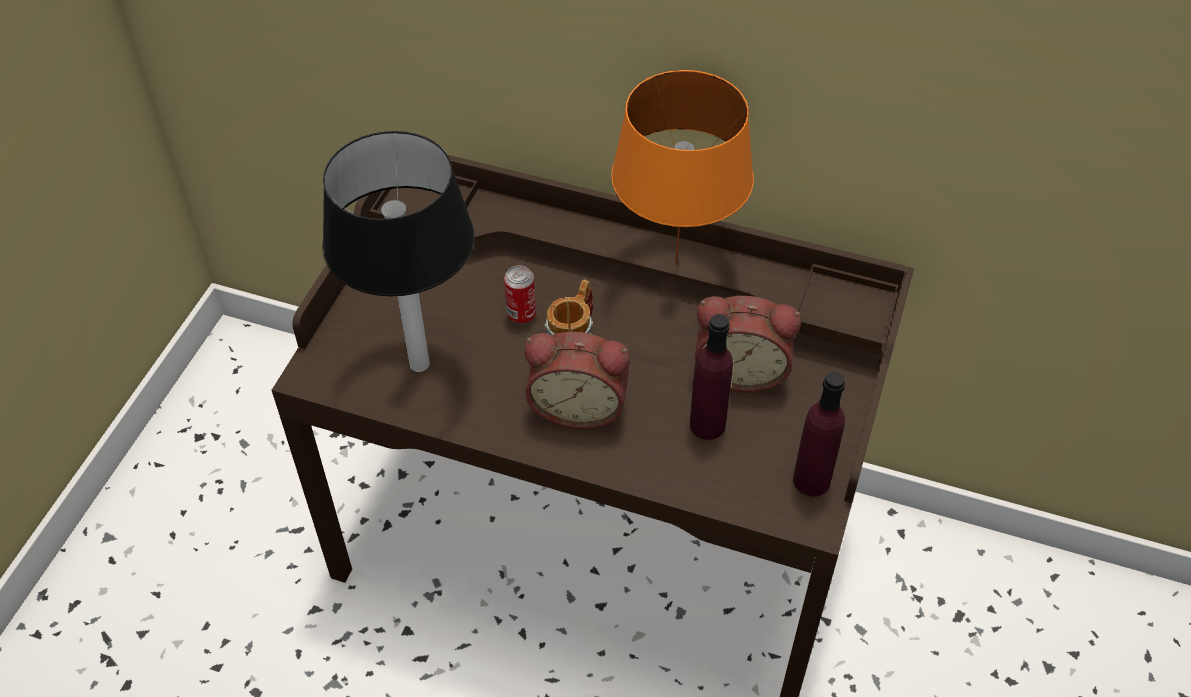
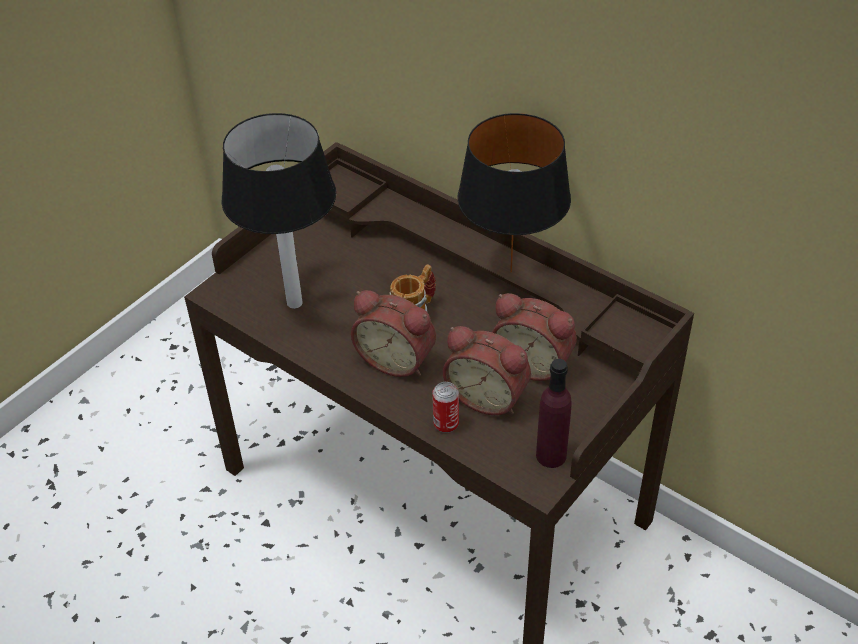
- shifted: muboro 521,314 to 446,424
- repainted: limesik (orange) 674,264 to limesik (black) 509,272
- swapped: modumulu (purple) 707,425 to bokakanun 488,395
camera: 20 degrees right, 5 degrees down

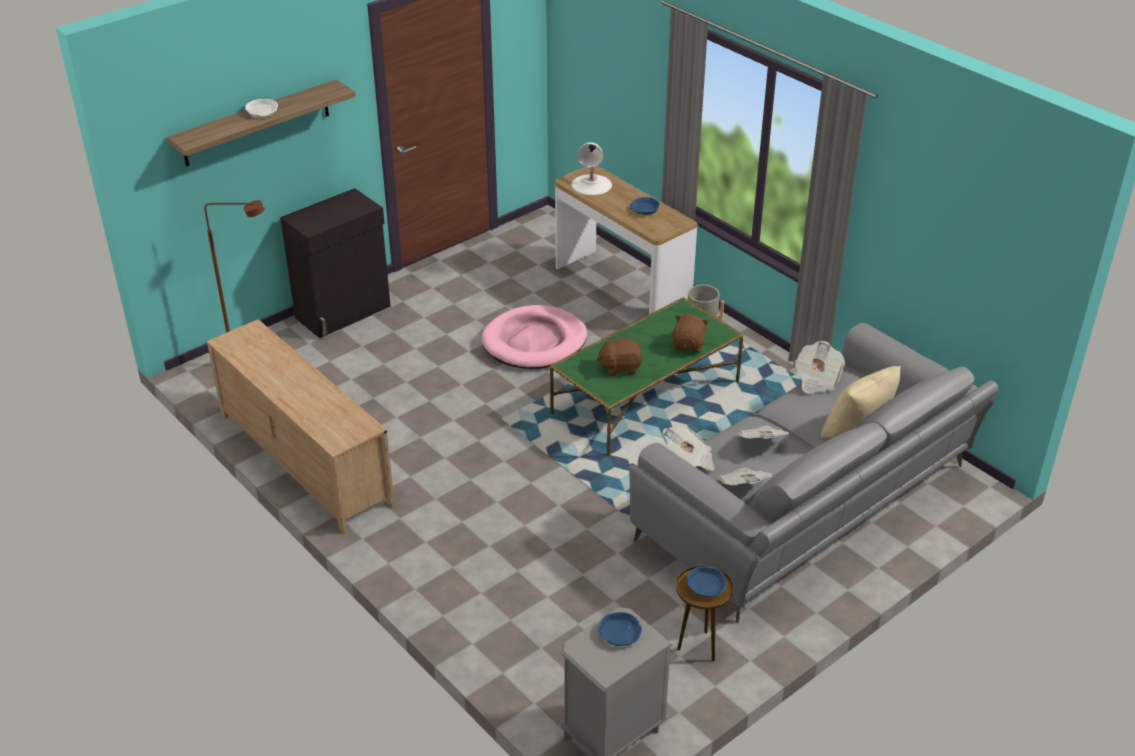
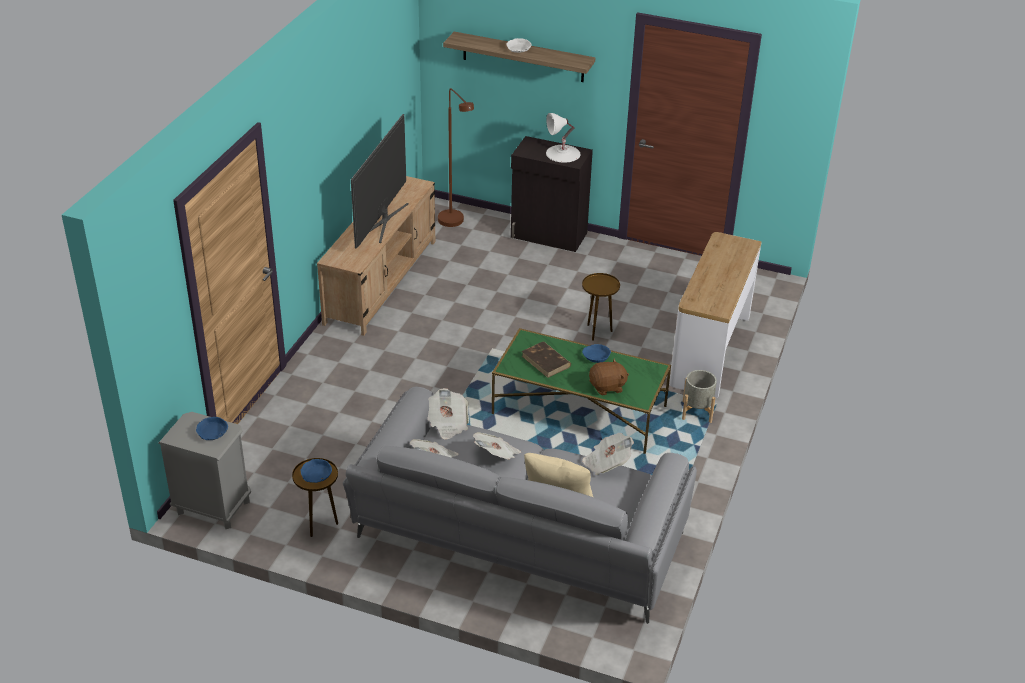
- swapped: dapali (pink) 534,342 to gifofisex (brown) 597,332
- shifted: limesik (white) 591,184 to 563,153
- swapped: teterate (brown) 620,367 to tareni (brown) 546,361
- shifted: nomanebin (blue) 644,210 to 596,356
- new: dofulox 383,220
camera: 60 degrees right, 0 degrees up

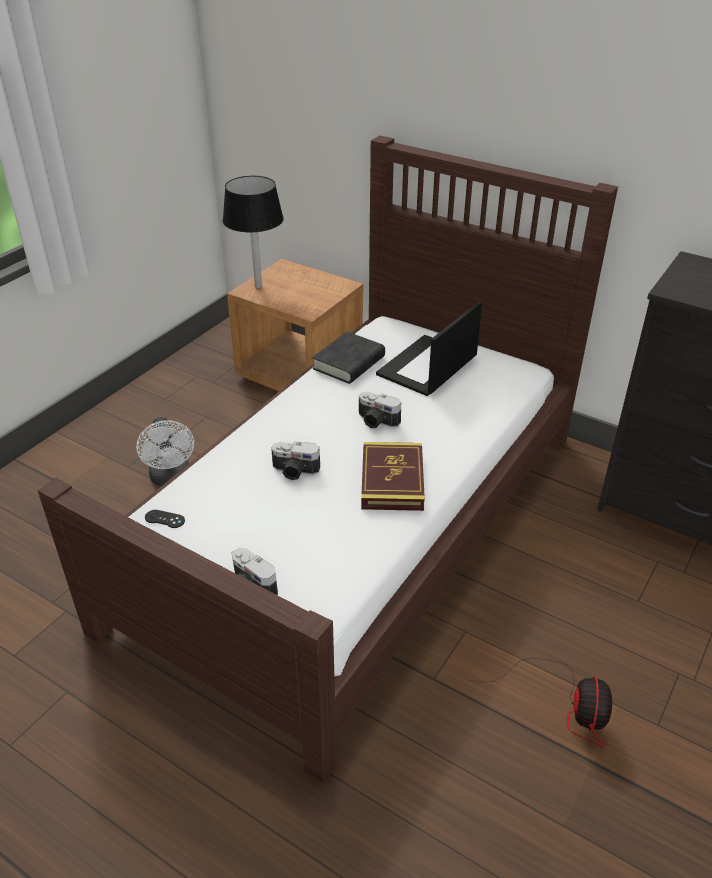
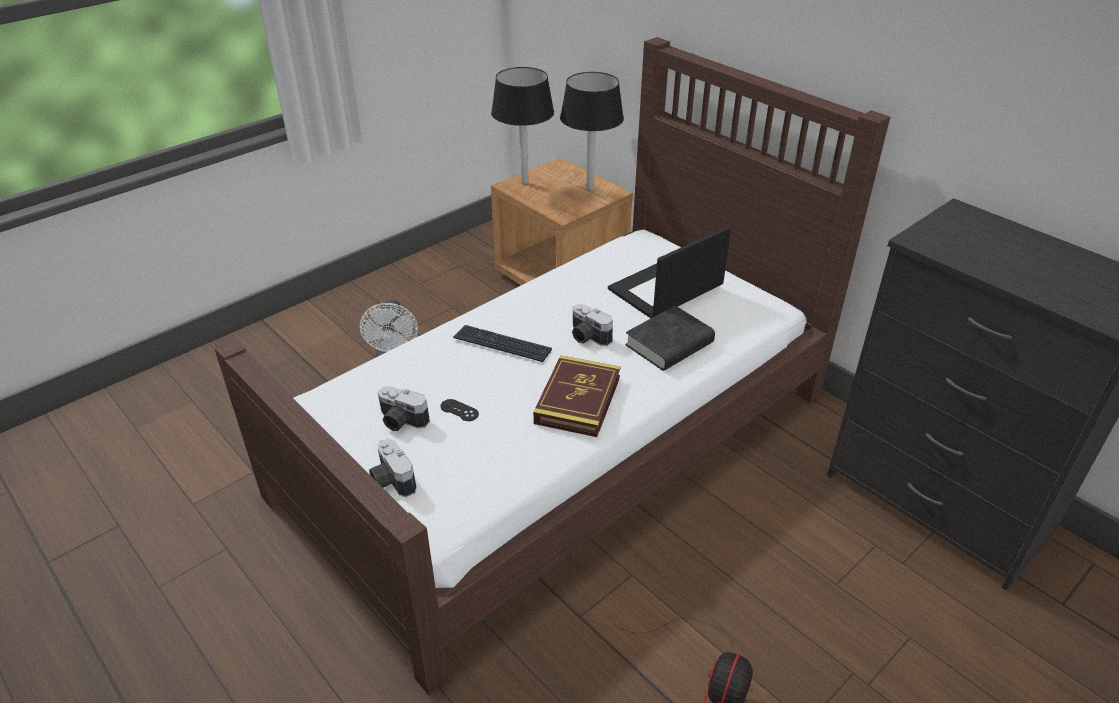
- shifted: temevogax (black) 164,519 to 459,410
- shifted: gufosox 295,471 to 401,421
- shifted: tareni (black) 349,363 to 669,344
- new: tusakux 502,345
- new: limesik (black) 589,188
camera: 15 degrees right, 0 degrees up

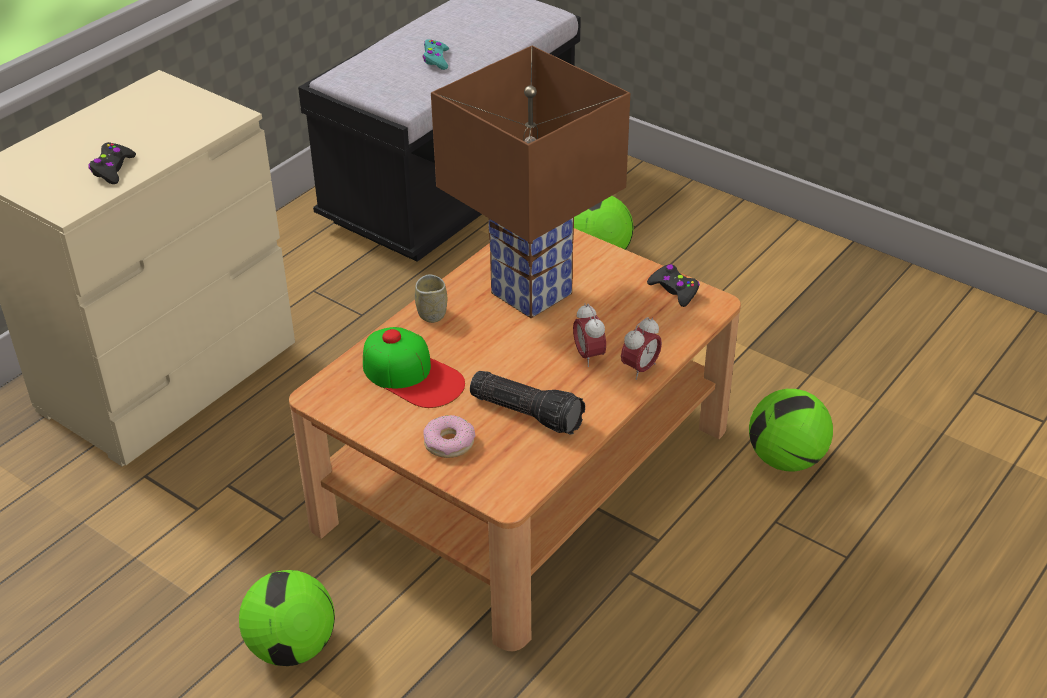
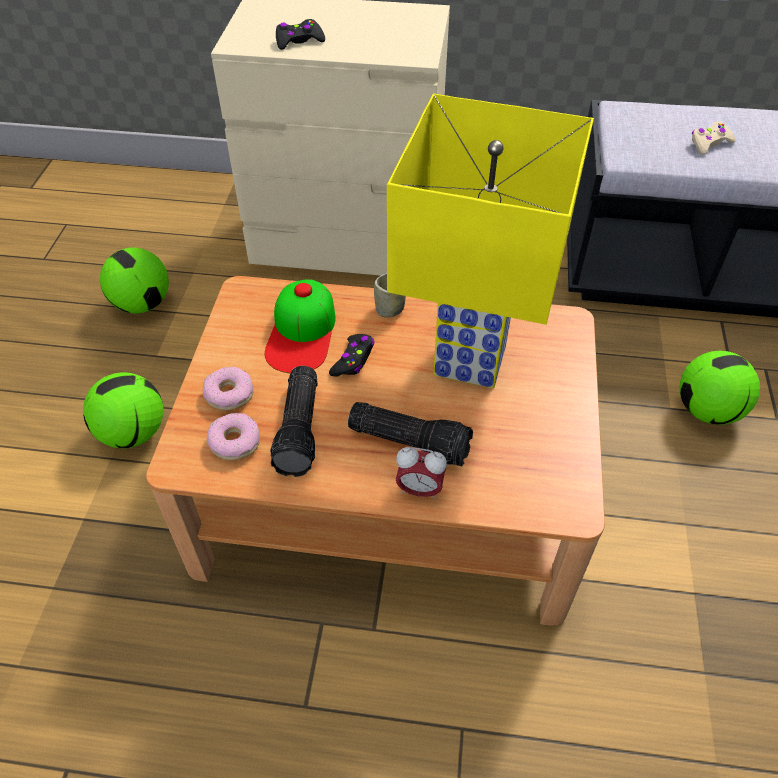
- repainted: temevogax (turquoise) 436,59 to temevogax (beige) 709,143
- repainted: limesik (brown) 532,292 to limesik (yellow) 472,359
- swapped: bokakanun 589,356 to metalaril 411,440
- shifted: temevogax (black) 674,290 to 353,360
- shifted: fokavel 785,459 to 142,304
- new: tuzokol 235,442
camera: 60 degrees right, 10 degrees up

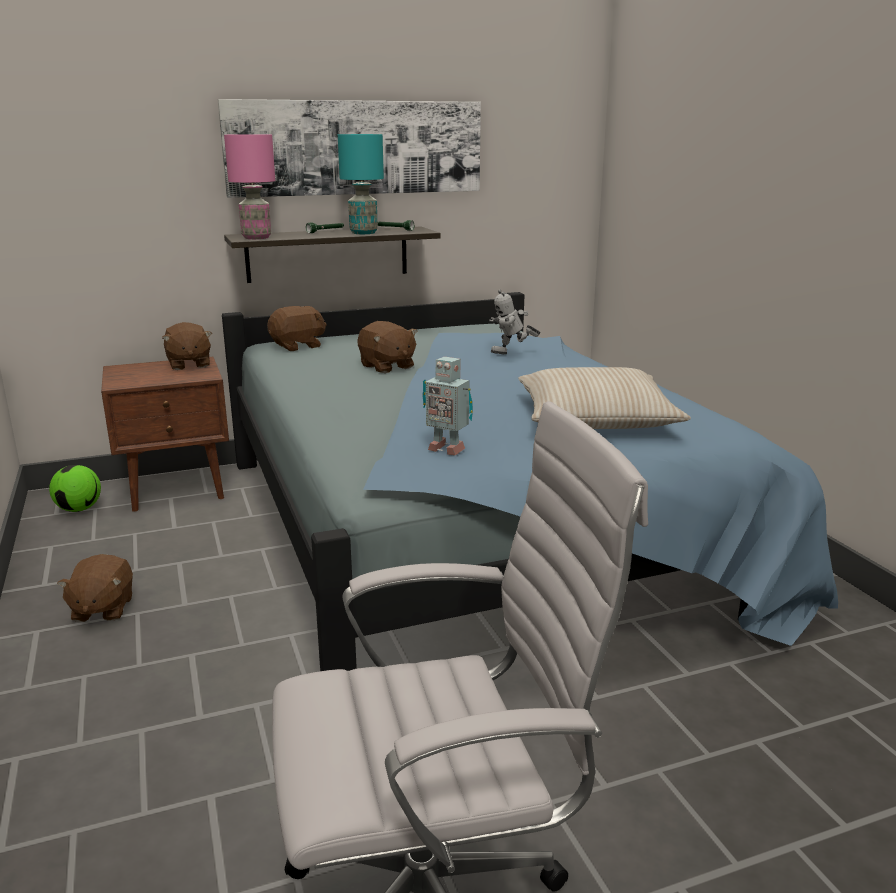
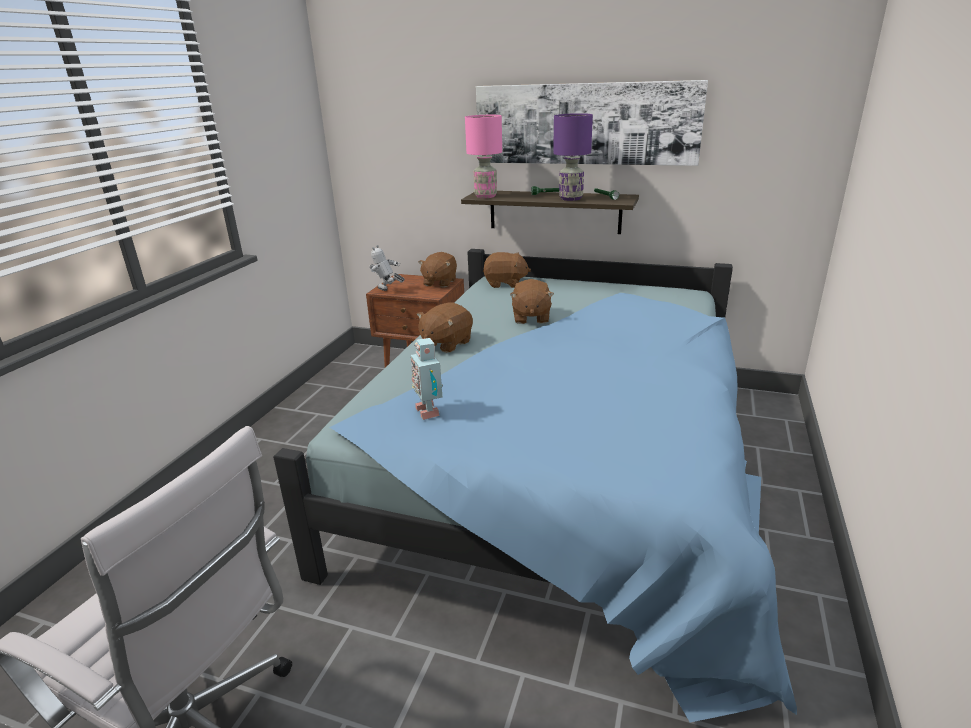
- gone: fokavel 79,509
- shifted: teterate (brown) 102,609 to 446,343
- repainted: limesik (turquoise) 363,233 to limesik (purple) 570,198
- shifted: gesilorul 512,354 to 387,291
- gone: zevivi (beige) 595,418
camera: 40 degrees right, 5 degrees up

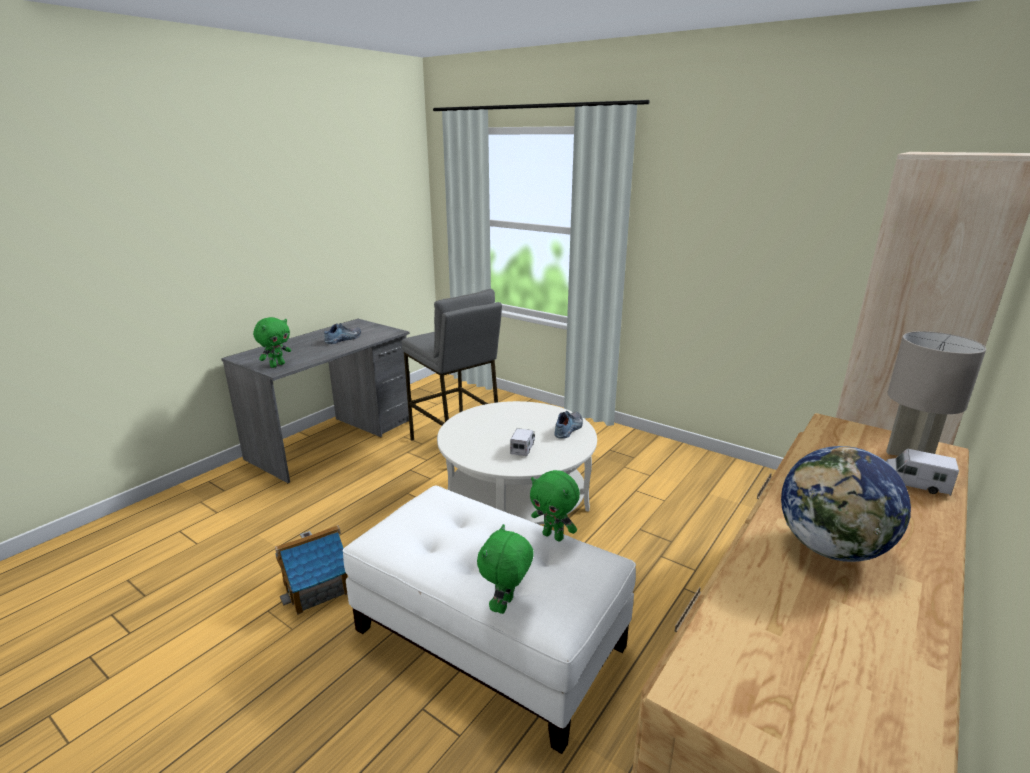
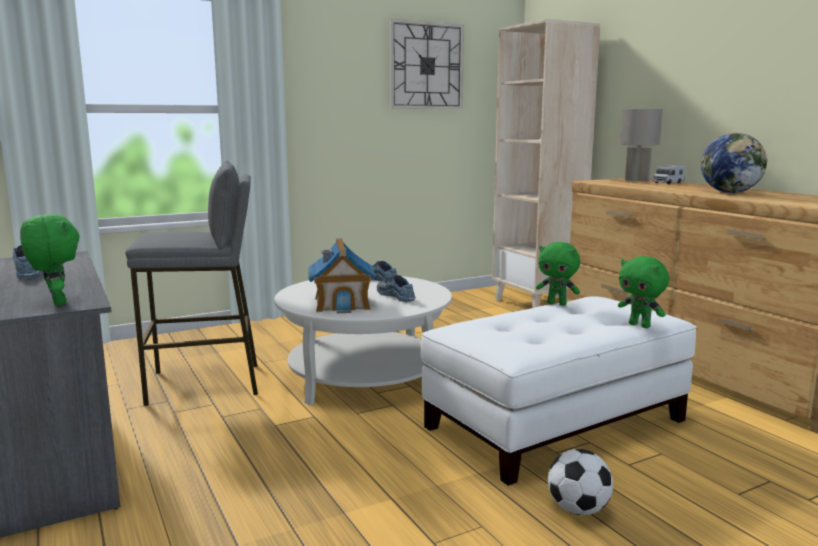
- shifted: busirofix 317,587 to 342,303
- swapped: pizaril 522,448 to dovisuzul 397,296
- rotated: teterate (green) 554,536 = 557,304 60 degrees clockwise
- new: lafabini 426,66
- new: fokavel 578,509
camera: 65 degrees left, 10 degrees down

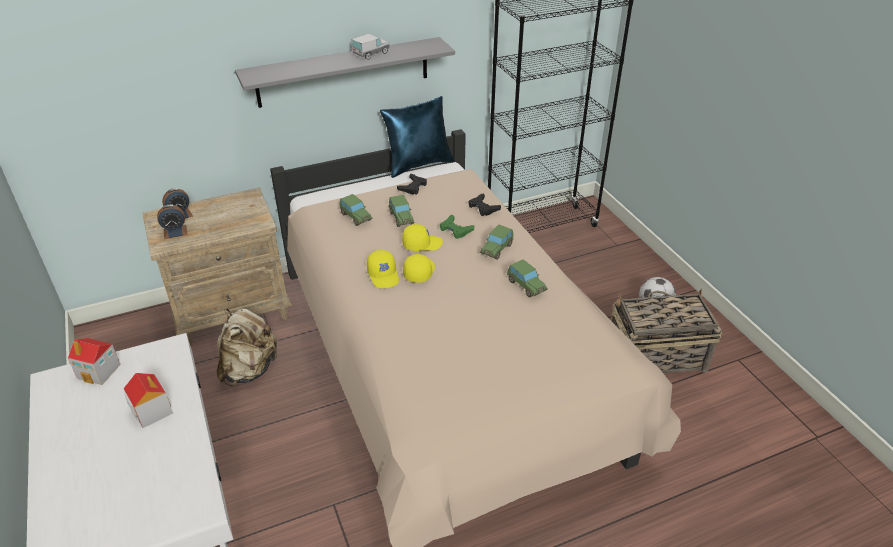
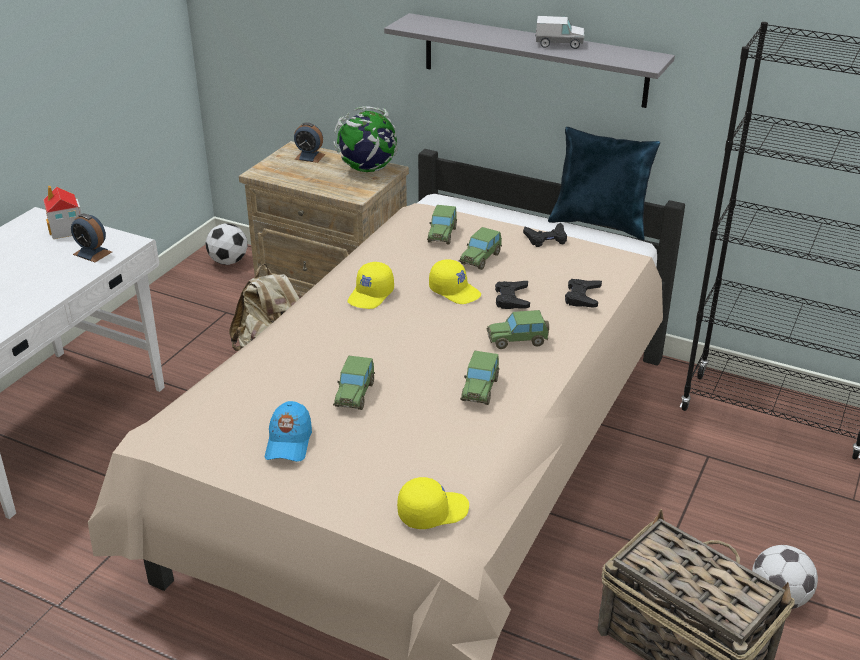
- gone: busirofix 152,410
- shifted: bokakanun 175,232 to 92,253
- shifted: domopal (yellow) 419,272 to 432,511
- repainted: temevogax (green) 455,230 to temevogax (black) 512,299
- new: fokavel 228,261
- new: domopal (blue) 289,443
- new: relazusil 355,394
- new: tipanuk 367,169
camera: 50 degrees right, 5 degrees down

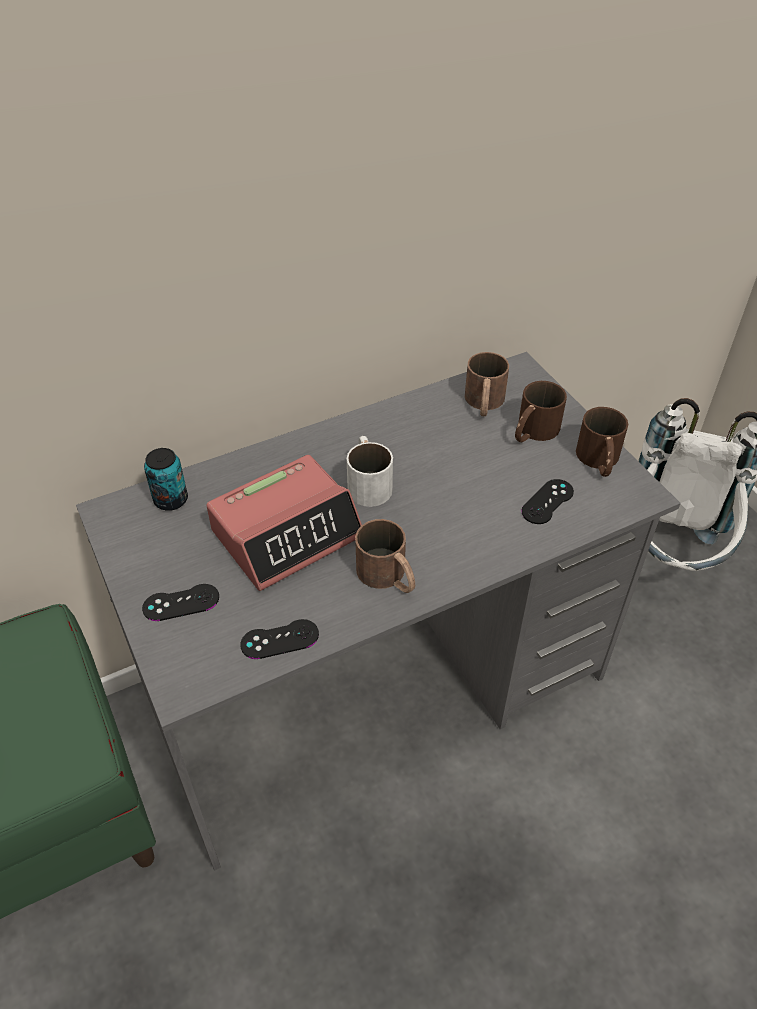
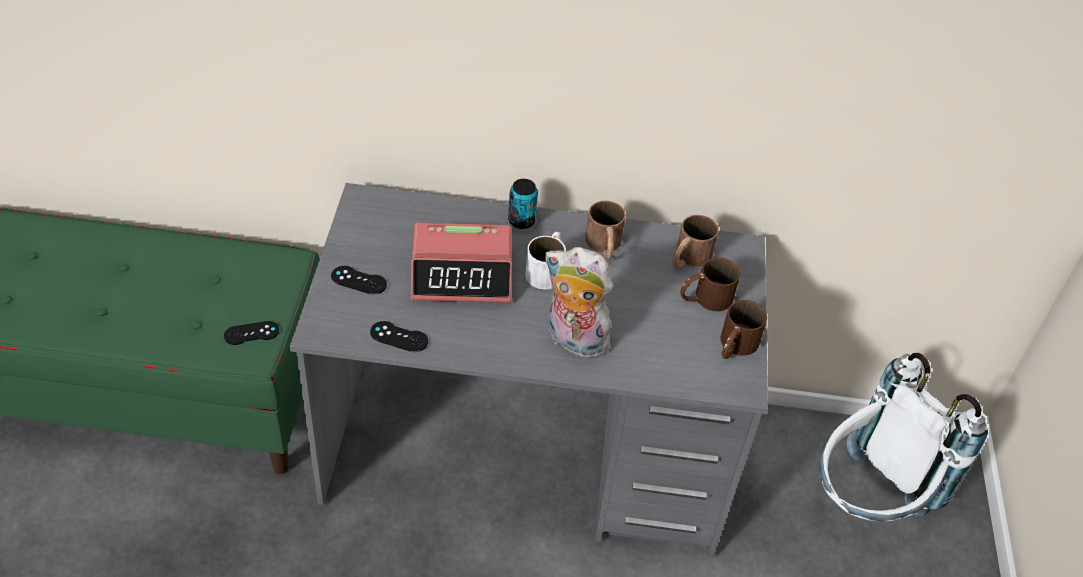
- shifted: muboro 171,500 to 521,220
- shifted: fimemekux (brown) 388,577 to 604,246
- shifted: temevogax (black) 547,502 to 251,333
- new: teterate 573,341
camera: 30 degrees right, 0 degrees up

